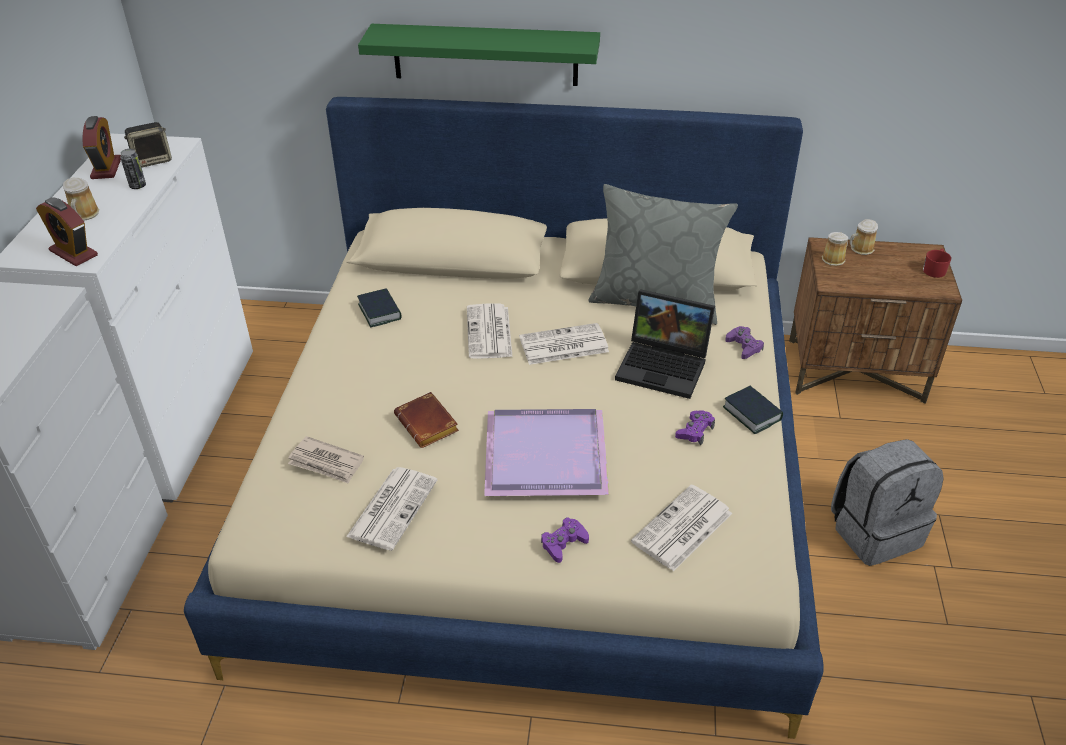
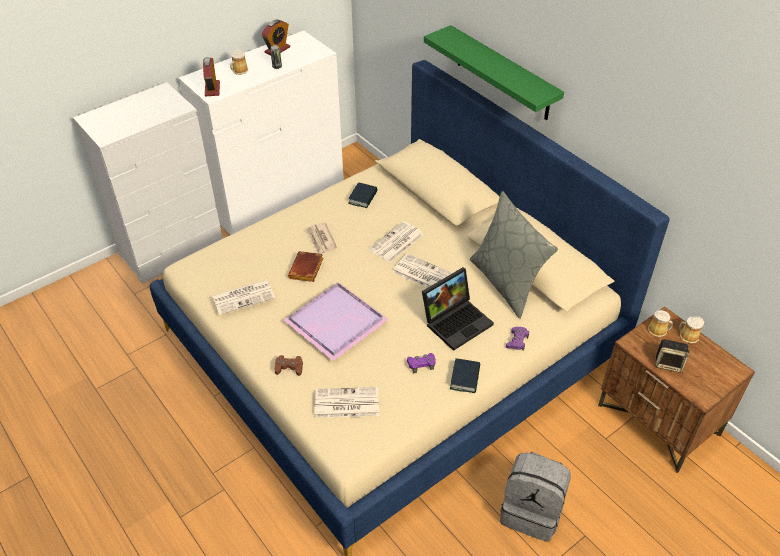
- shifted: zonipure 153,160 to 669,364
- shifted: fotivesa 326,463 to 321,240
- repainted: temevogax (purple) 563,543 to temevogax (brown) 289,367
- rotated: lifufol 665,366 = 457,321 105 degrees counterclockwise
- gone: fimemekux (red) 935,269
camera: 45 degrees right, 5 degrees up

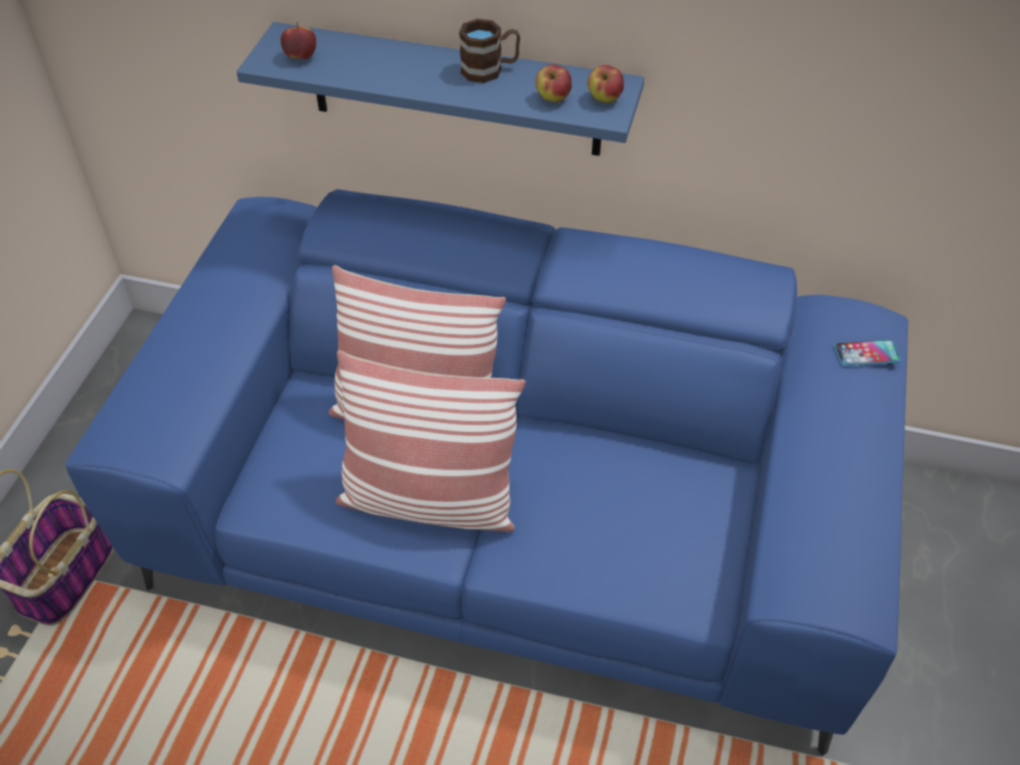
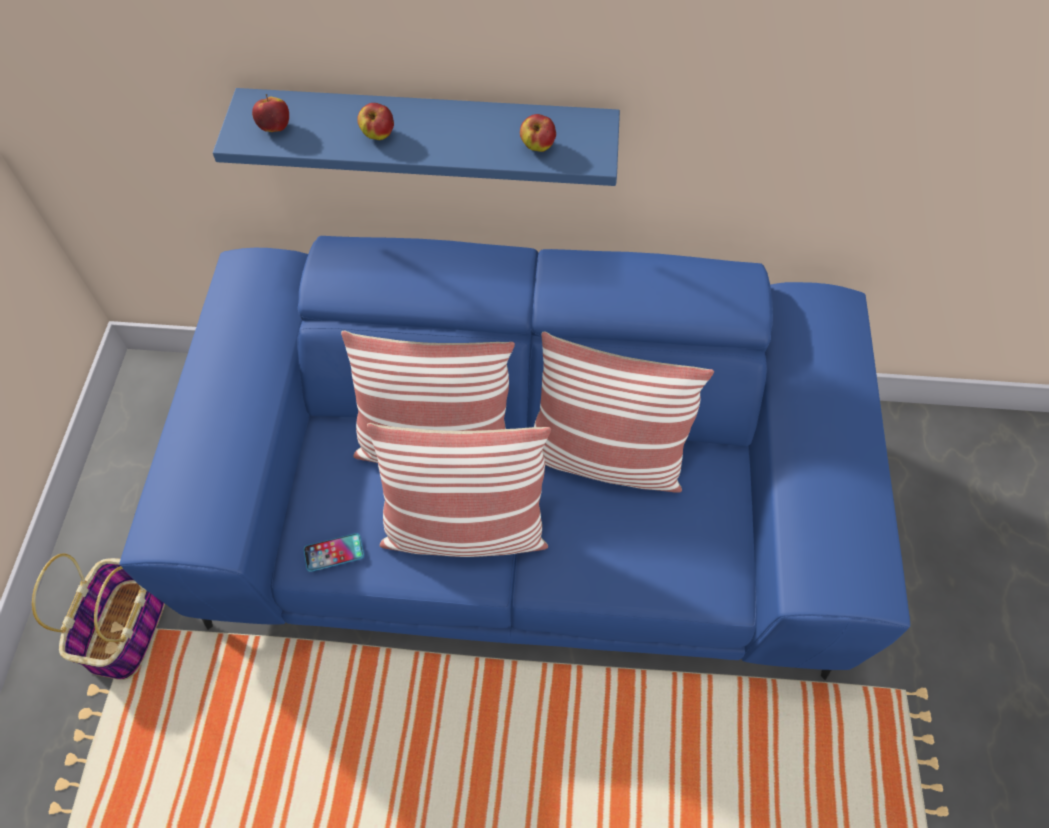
- gone: fimemekux (brown) 490,70
- shifted: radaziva 604,99 to 378,135
- shifted: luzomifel 866,354 to 334,552
- new: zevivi 605,458
camera: 10 degrees left, 10 degrees up

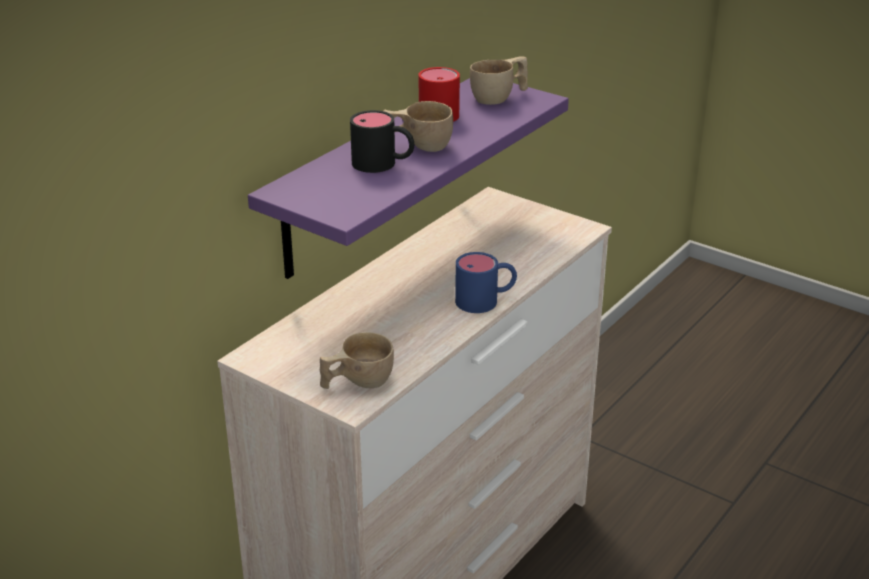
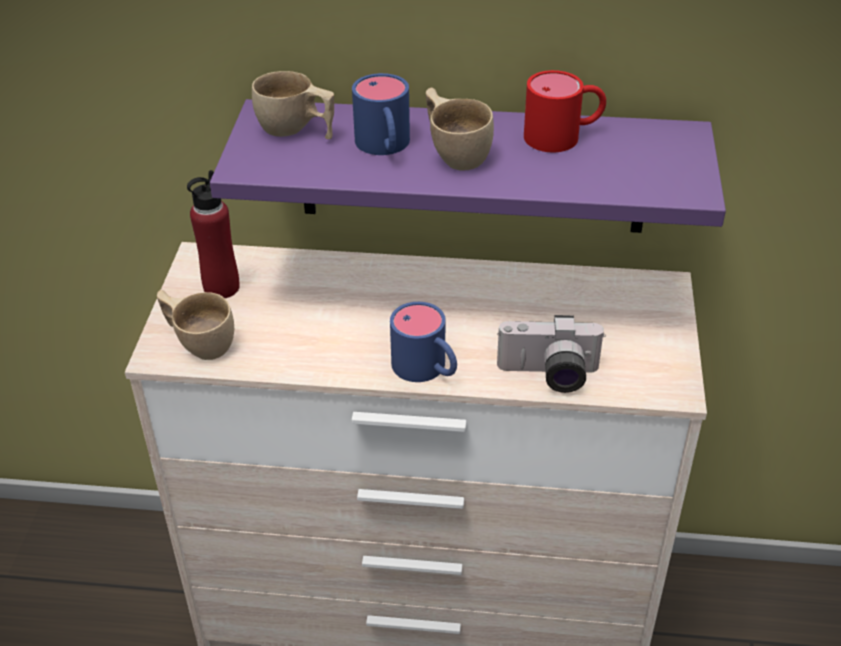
- repainted: fimemekux (black) 383,164 to fimemekux (blue) 385,147
- shifted: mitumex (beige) 500,98 to 296,131
- new: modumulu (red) 221,287
- new: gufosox 548,376
camera: 60 degrees right, 10 degrees up

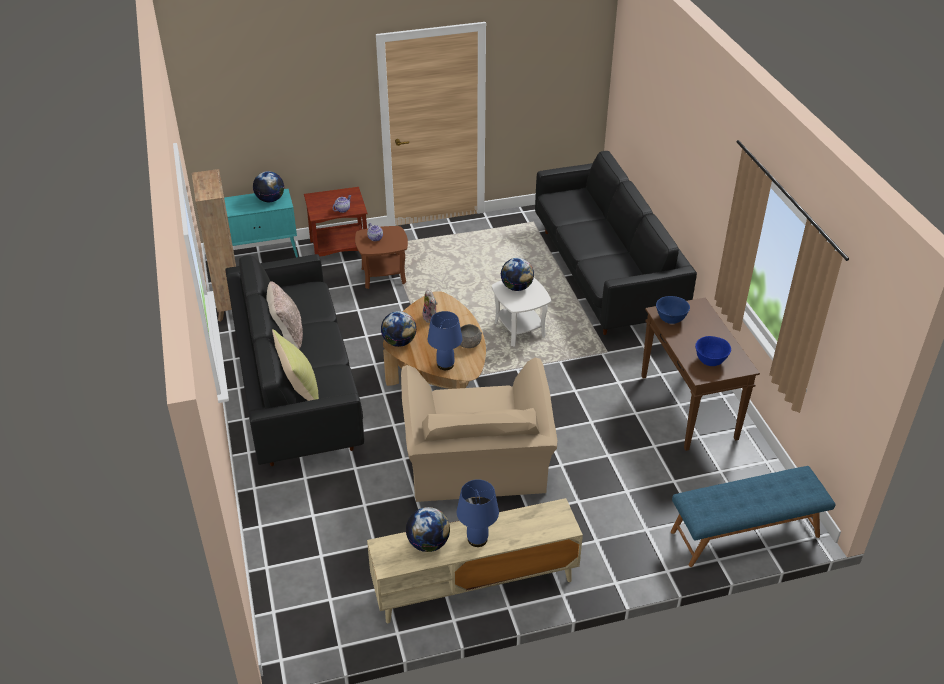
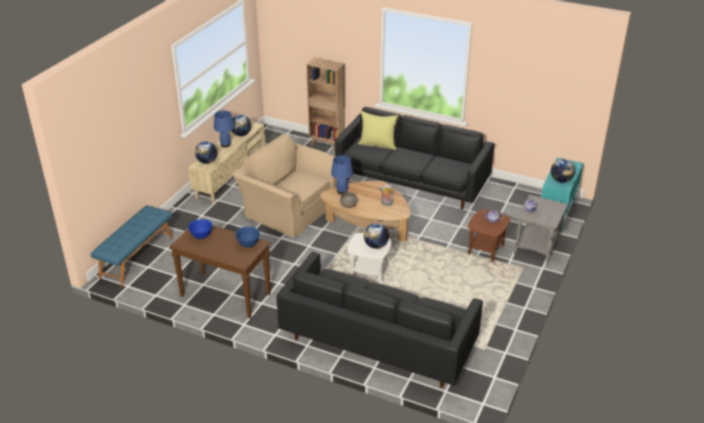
- shifted: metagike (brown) 230,305 to 327,145
- gone: zevivi (beige) 287,334
- repainted: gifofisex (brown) 339,249 to gifofisex (grey) 537,246
- shifted: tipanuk 399,342 to 207,162
camera: 130 degrees right, 5 degrees down

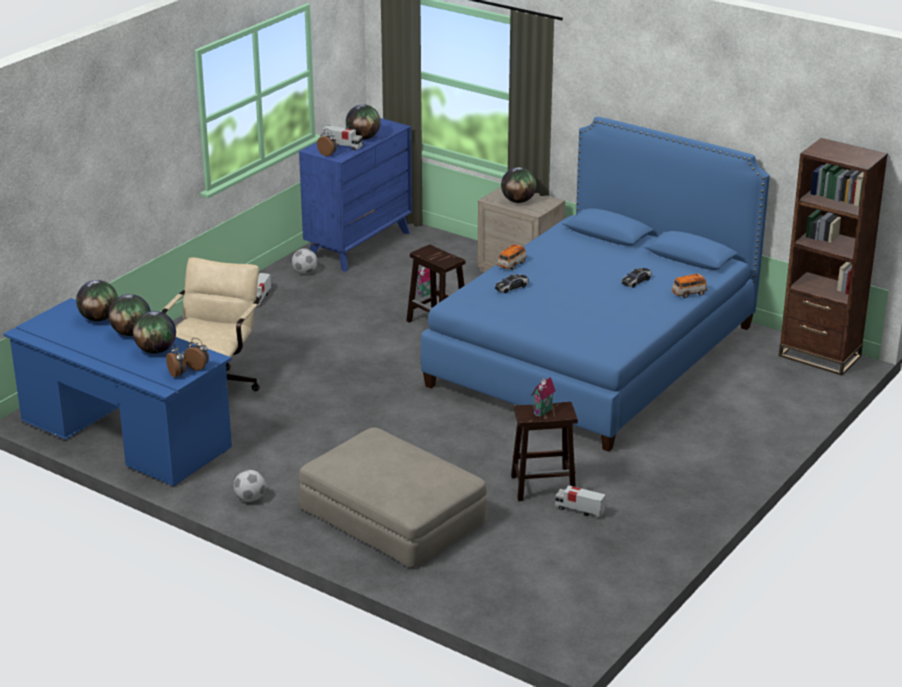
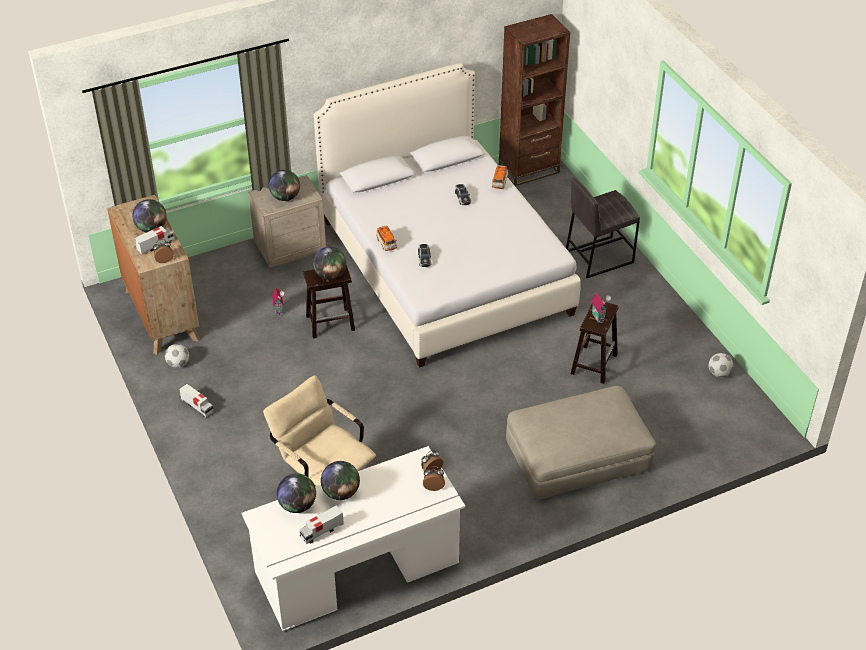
- repainted: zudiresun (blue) 125,436 to zudiresun (white) 357,569
- shifted: tipanuk 156,351 to 330,275
- shifted: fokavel 250,499 to 719,373
- repainted: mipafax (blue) 358,245 to mipafax (brown) 161,315
- repainted: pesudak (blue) 592,355 to pesudak (white) 444,266
- shifted: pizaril 579,510 to 321,531
- new: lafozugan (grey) 598,257
camera: 60 degrees left, 15 degrees up

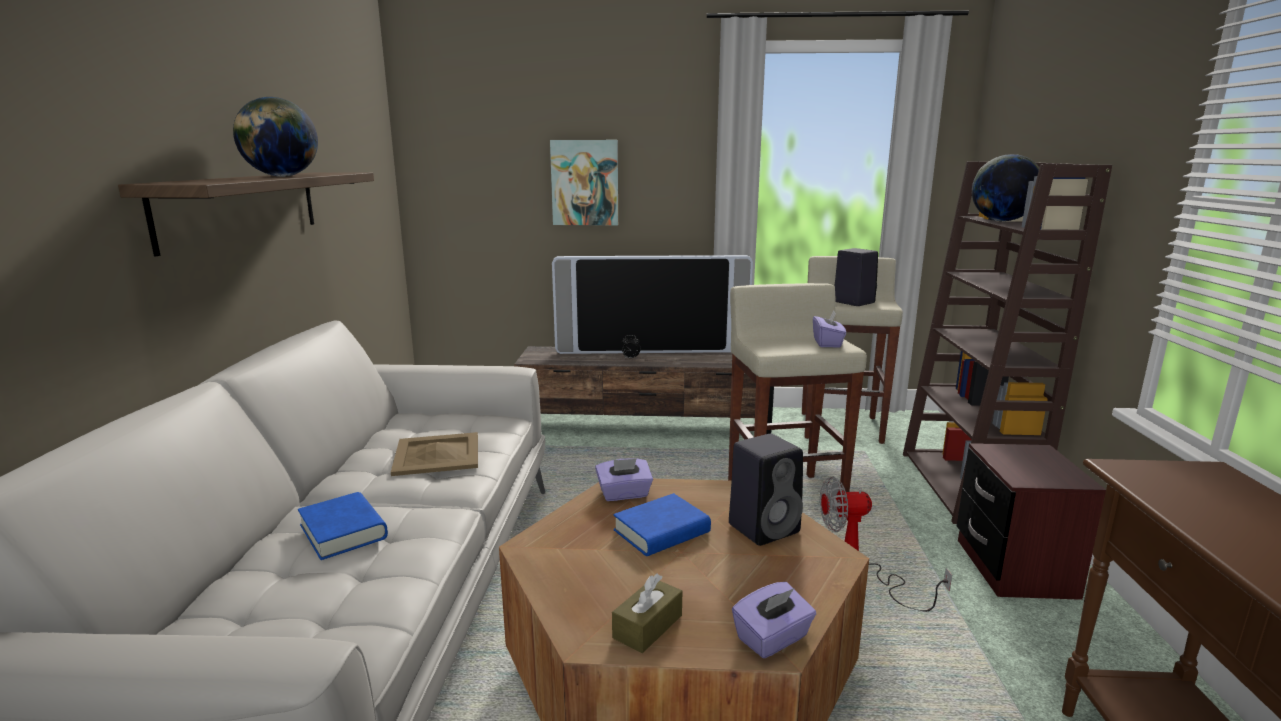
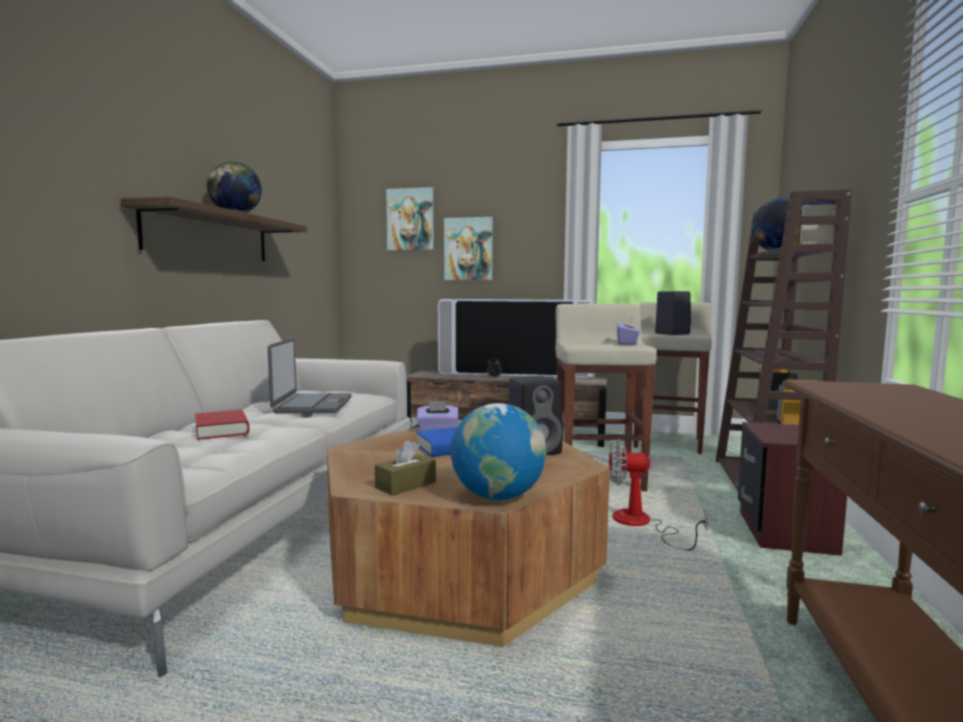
- repainted: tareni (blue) 343,531 to tareni (red) 222,430
- swapped: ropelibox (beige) 436,454 to lifufol 312,405
- swapped: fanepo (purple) 773,638 to tipanuk 498,496
- new: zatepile 410,219
camera: 10 degrees right, 10 degrees down

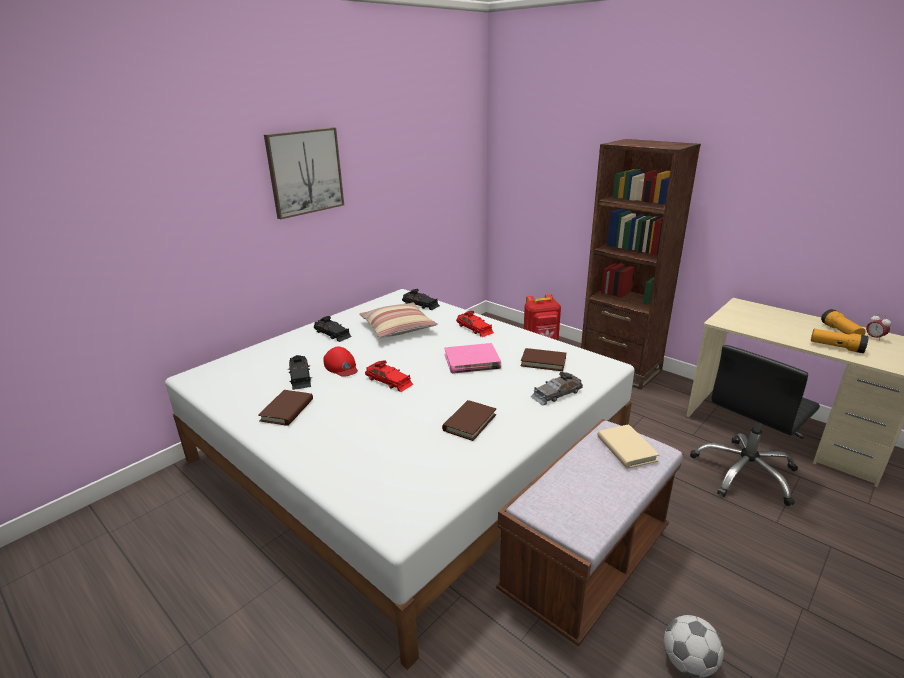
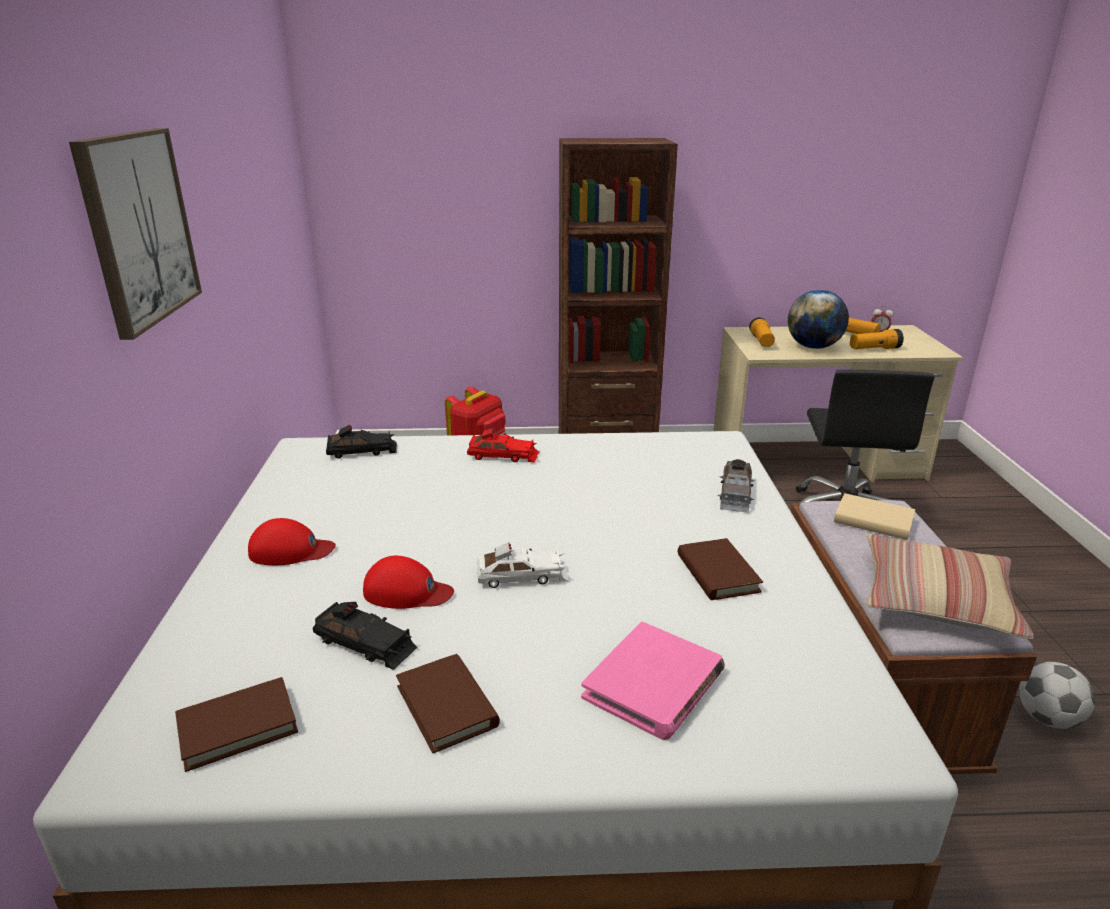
- swapped: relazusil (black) 332,334 to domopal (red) 290,550
- shifted: zevivi 398,328 to 937,599
- repainted: relazusil (red) 389,381 to relazusil (white) 522,576
- shifted: tareni (pink) 472,361 to 654,684
- shifted: tareni (brown) 543,362 to 237,727
- new: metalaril 761,341
- new: tipanuk 813,347
camera: 45 degrees left, 0 degrees up

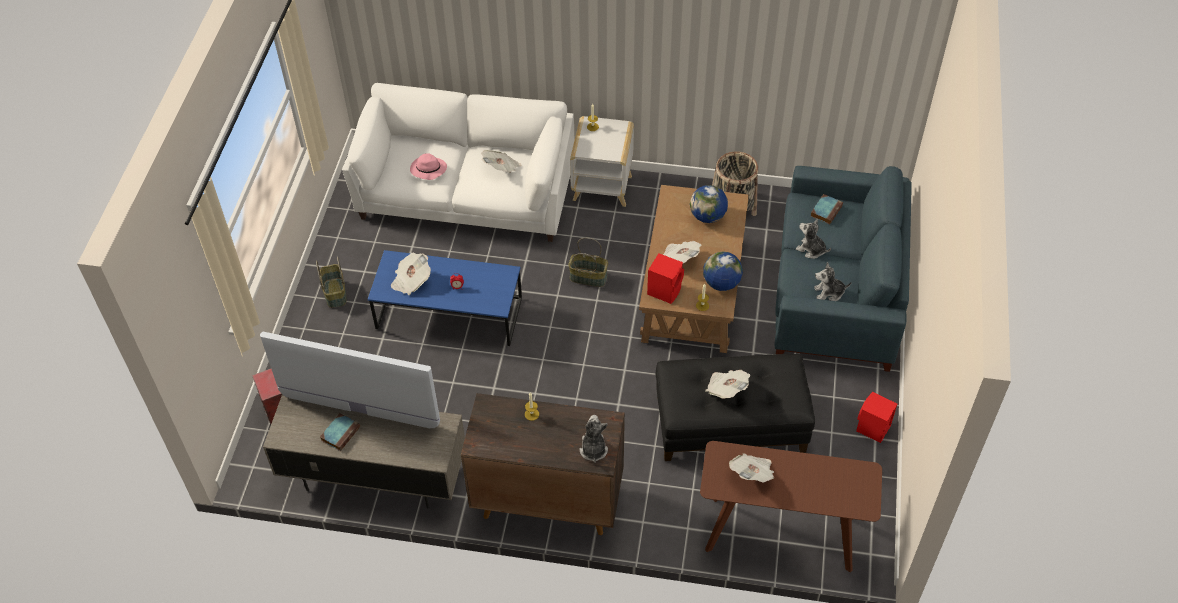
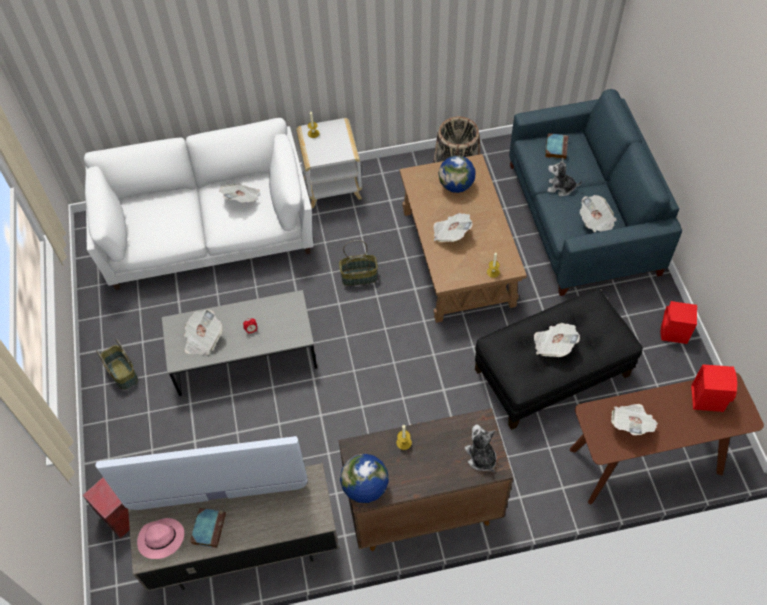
- repainted: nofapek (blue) 449,314 to nofapek (grey) 244,356
- shifted: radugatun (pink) 428,169 to 160,539
- shifted: zonipure (red) 665,290 to 707,397
- shifted: tipanuk 721,283 to 365,487
- swapped: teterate 829,293 to fotivesa 596,223
camera: 20 degrees left, 5 degrees up

